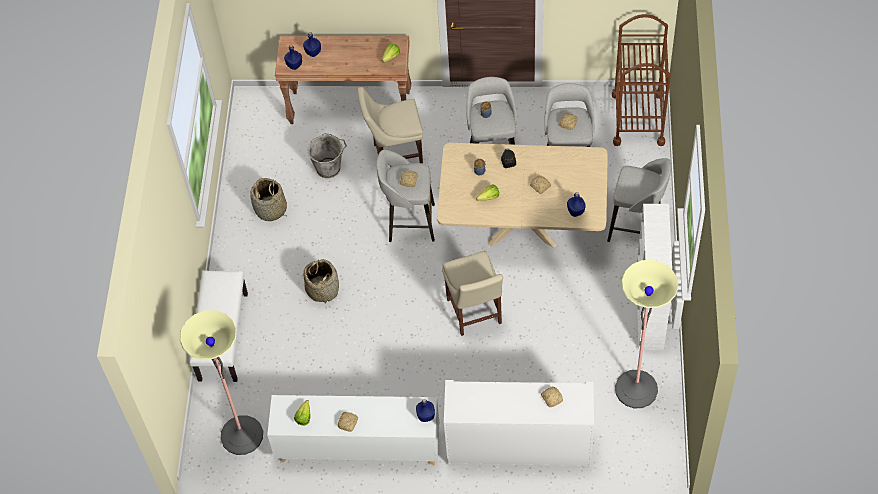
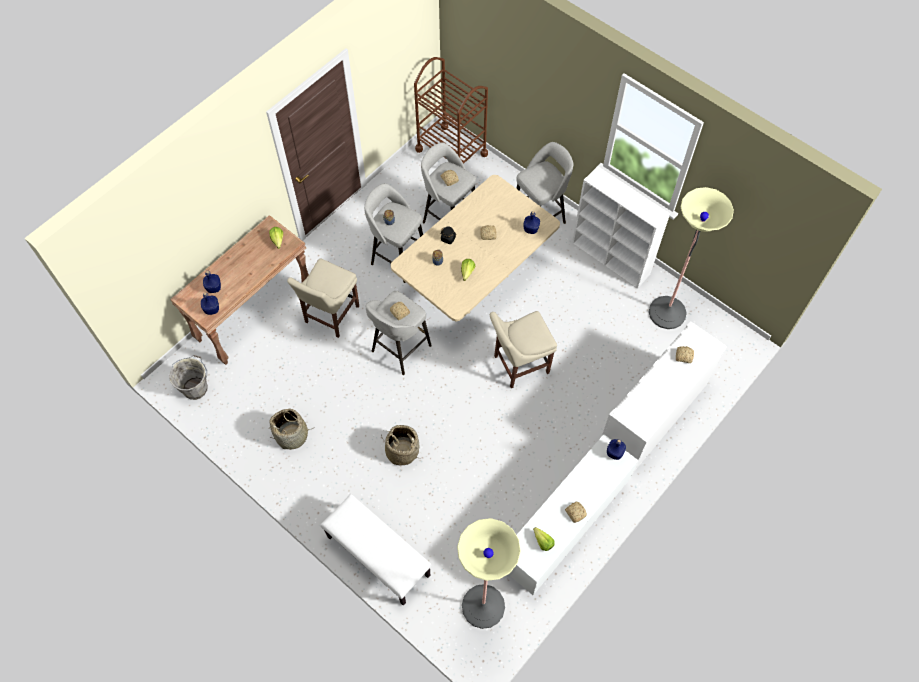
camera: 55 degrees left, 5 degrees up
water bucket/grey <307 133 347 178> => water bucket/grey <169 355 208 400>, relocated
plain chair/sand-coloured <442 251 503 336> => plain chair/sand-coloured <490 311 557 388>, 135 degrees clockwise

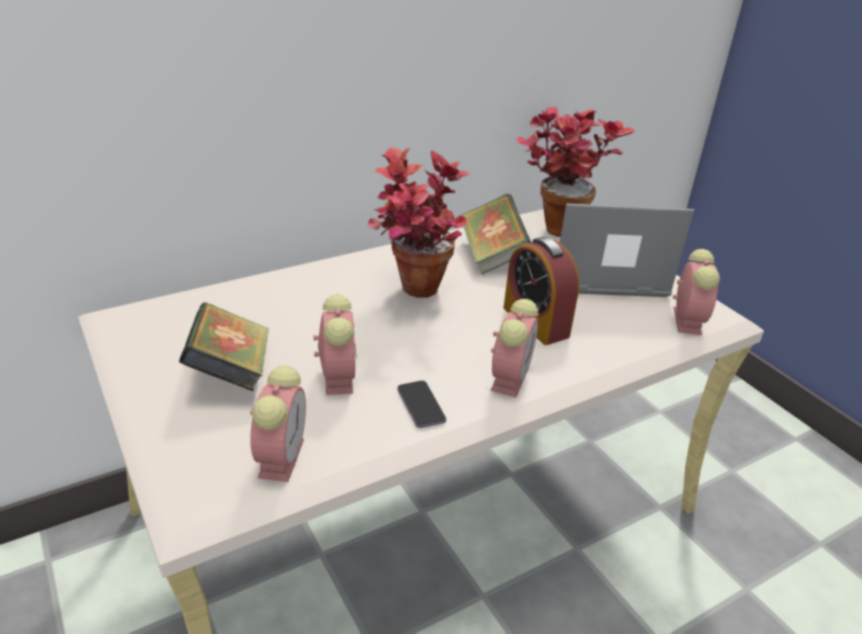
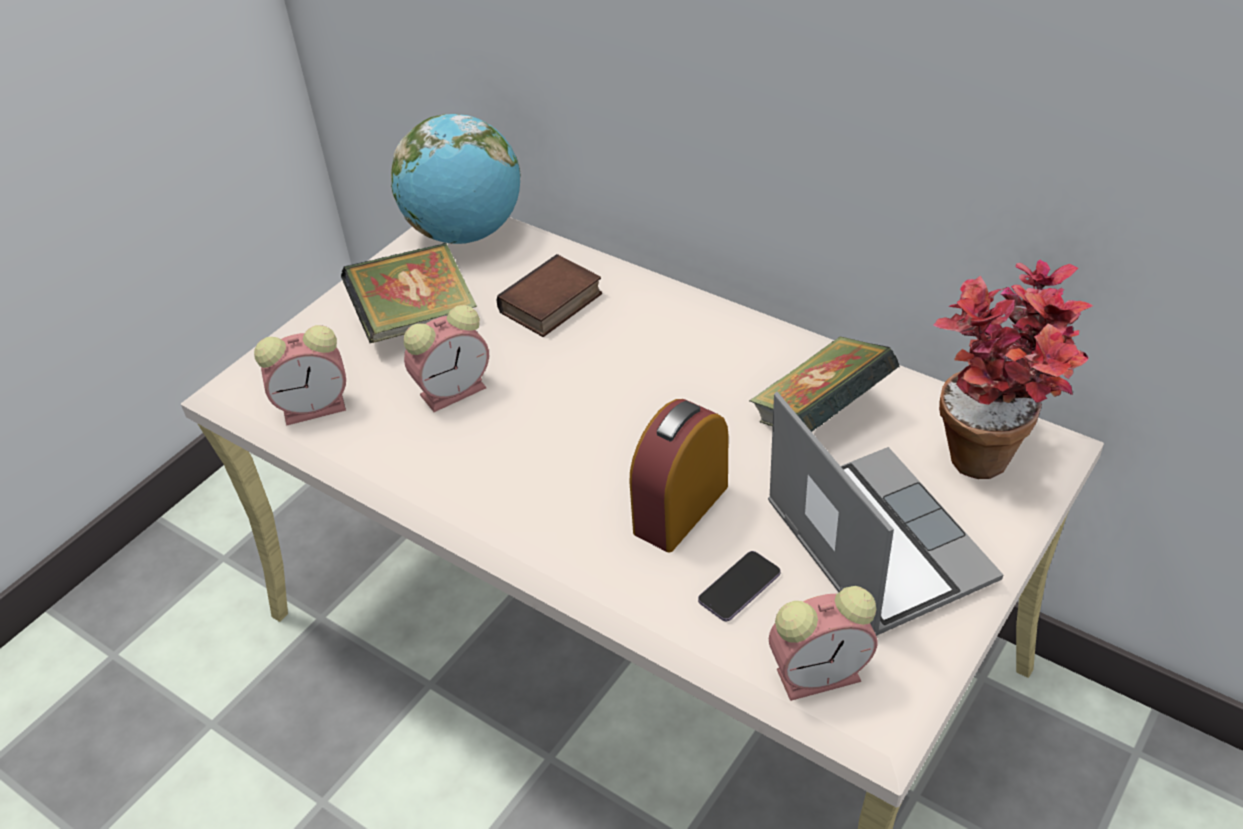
camera: 70 degrees right, 10 degrees up
houseplant <367 148 470 298> => nothing
handset <398 381 446 428> => handset <698 551 781 621>, relocated
table clock <490 299 538 397> => nothing
nothing => globe <391 114 521 244>
nothing => bound book <496 254 602 337>

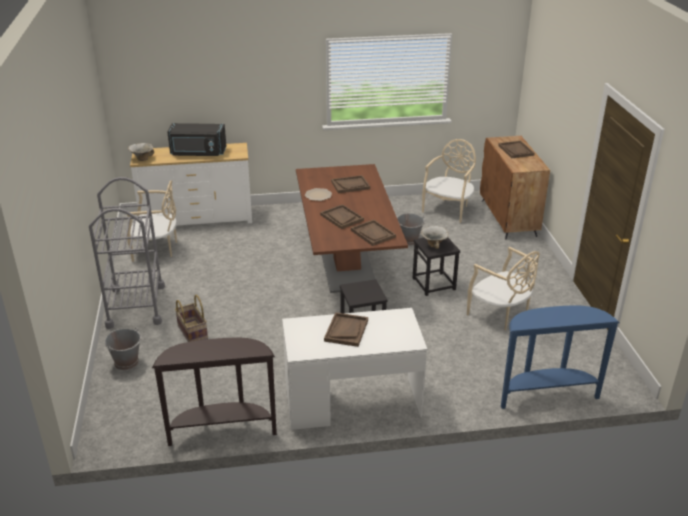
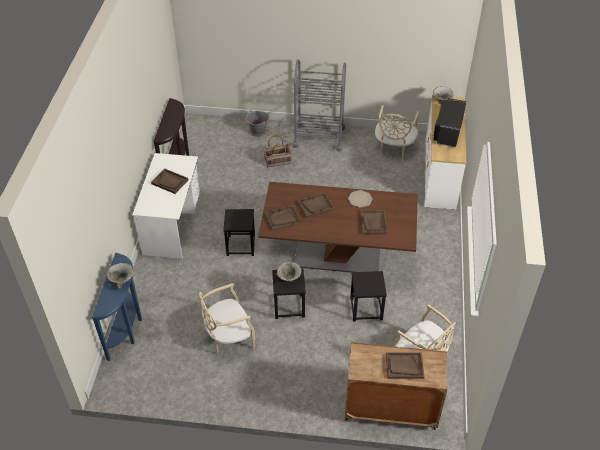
camera: 105 degrees right, 15 degrees up
water bucket/grey <397 213 425 246> => stool seat/black-coloured <350 271 387 322>
nothing => serving bowl <107 263 133 289>

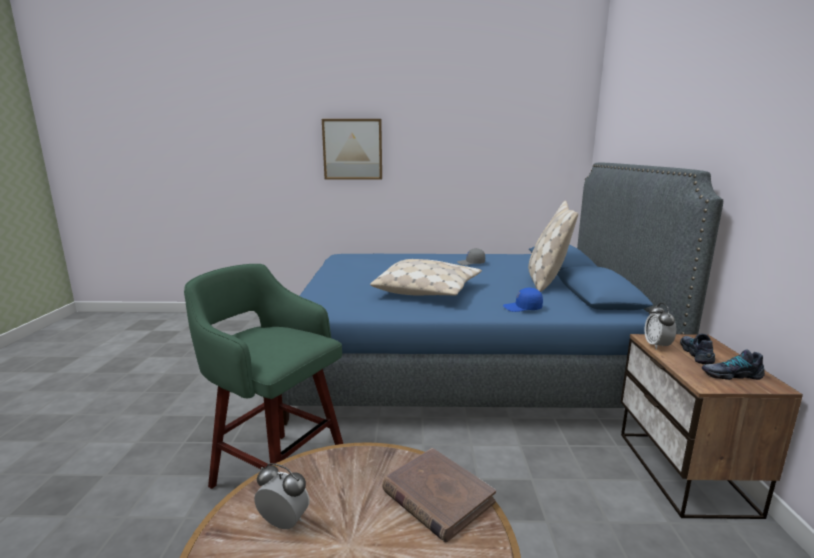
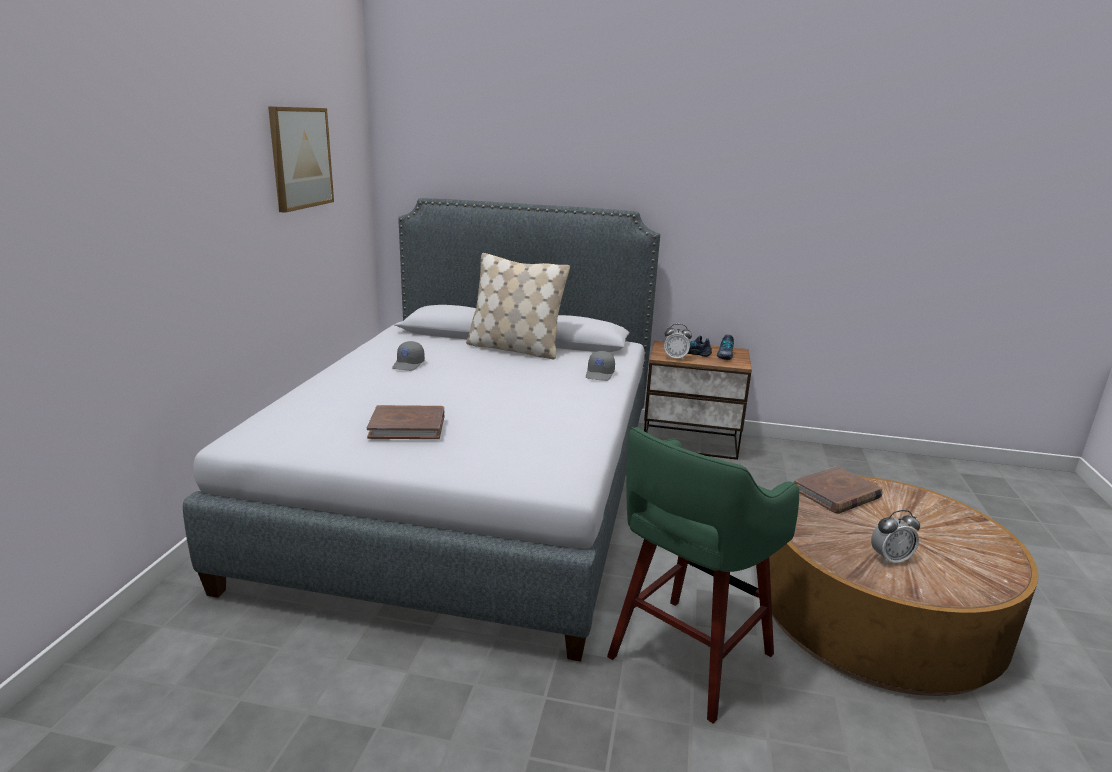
camera: 80 degrees left, 5 degrees up
table clock <254 463 309 529> => table clock <871 510 920 565>, 135 degrees counterclockwise
bedroom bed/bluish <282 163 723 425> => bedroom bed/grey <183 198 660 662>
wall art <322 119 382 180> => wall art <268 106 334 213>, relocated
pillow/sand-coloured <370 259 482 296> => nothing
baseball cap/bluish <503 288 543 312> => baseball cap/grey <586 351 615 381>
nothing => bound book/brown <367 405 444 439>

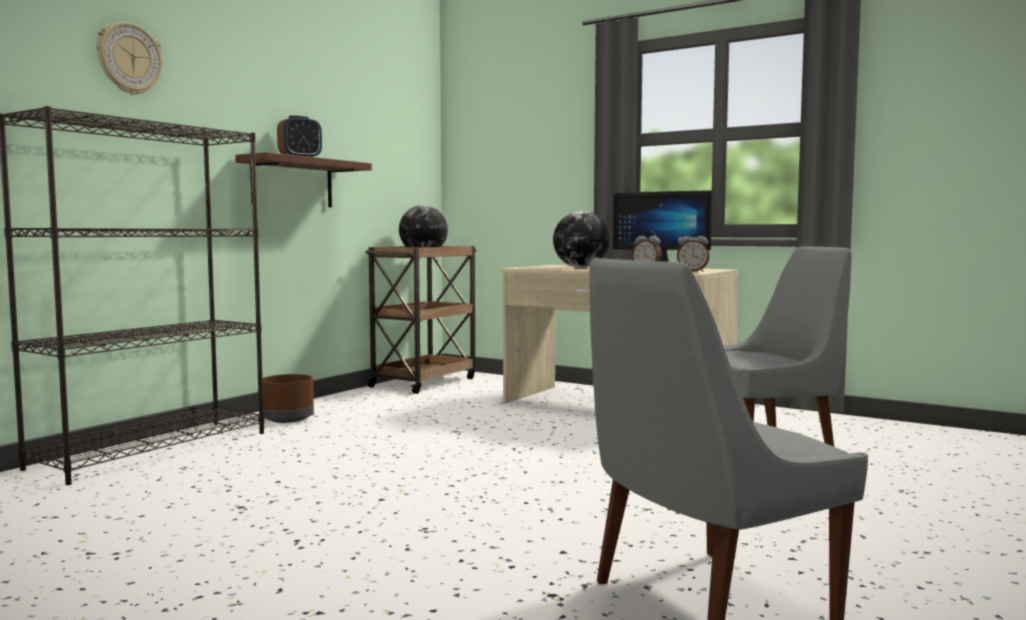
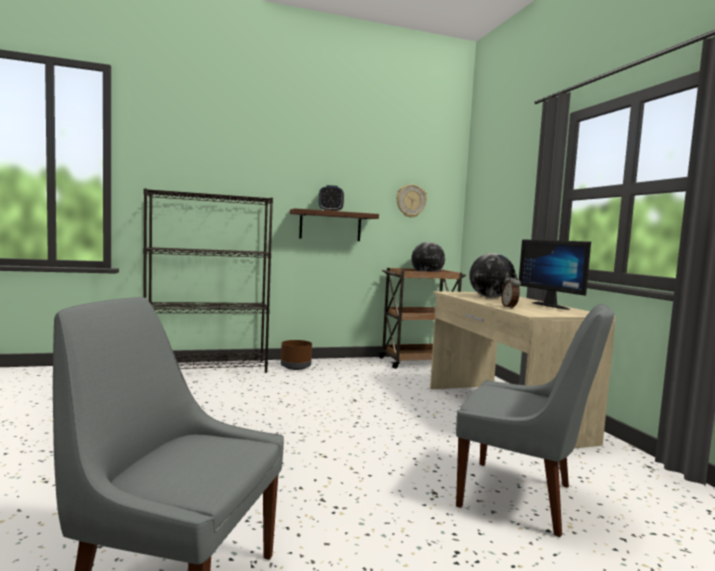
camera: 40 degrees right, 0 degrees up
wall clock <96 22 163 95> => wall clock <396 184 427 218>, relocated
table clock <677 230 710 272> => nothing

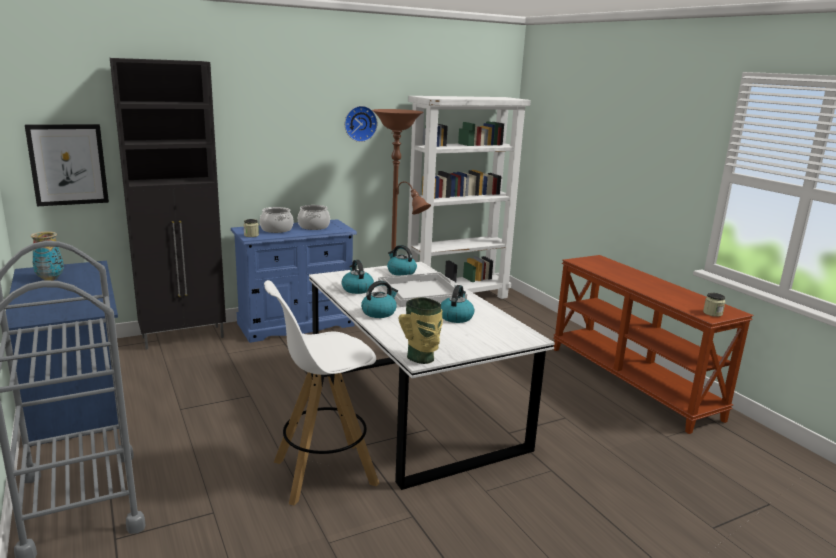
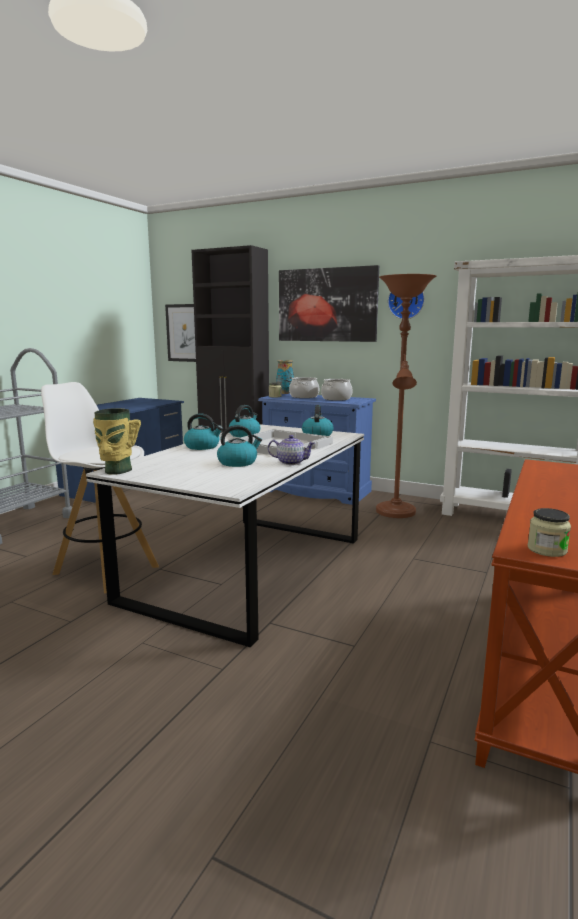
camera: 55 degrees right, 5 degrees down
vase <31 231 64 281> => vase <276 360 294 394>, relocated
nothing => teapot <268 435 315 465>
nothing => wall art <279 265 379 342>

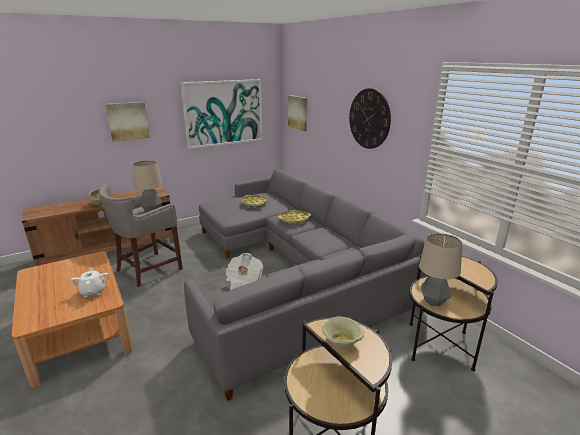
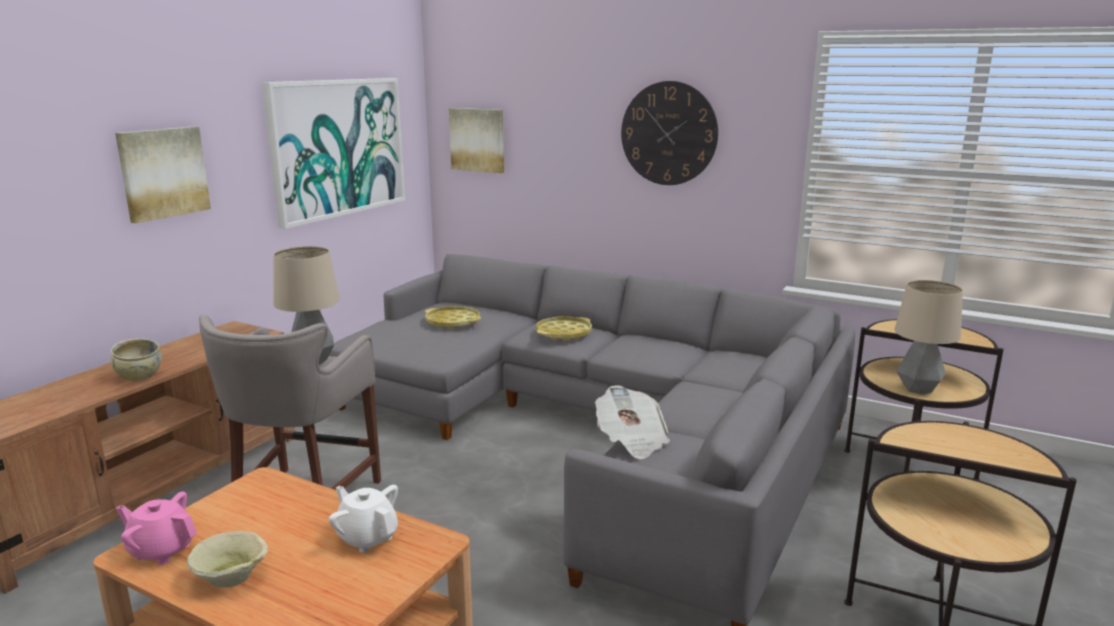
camera: 30 degrees left, 5 degrees down
serving bowl/sand-coloured <322 316 364 349> => serving bowl/sand-coloured <187 531 268 587>, relocated
nothing => teapot/pinkish <116 492 197 564>

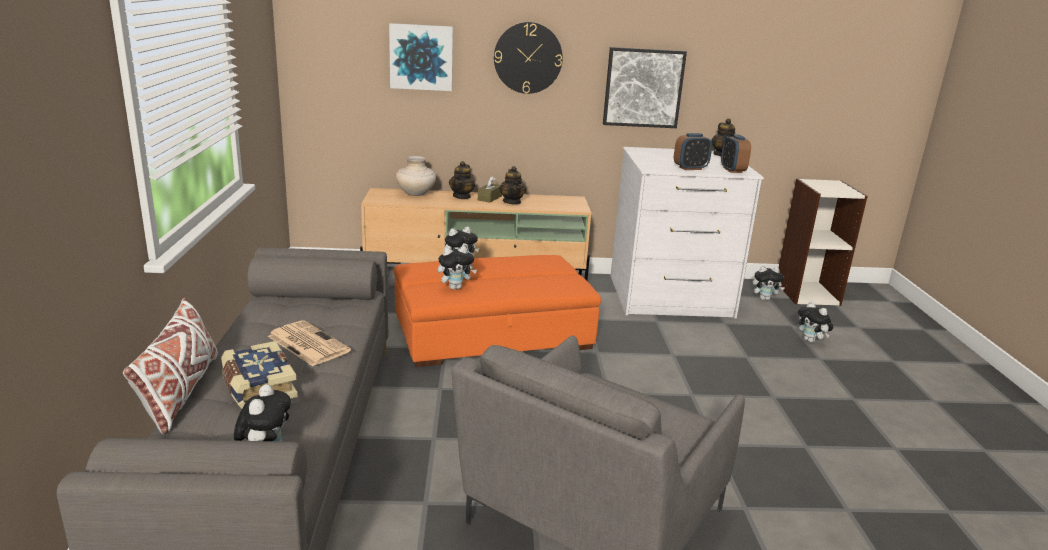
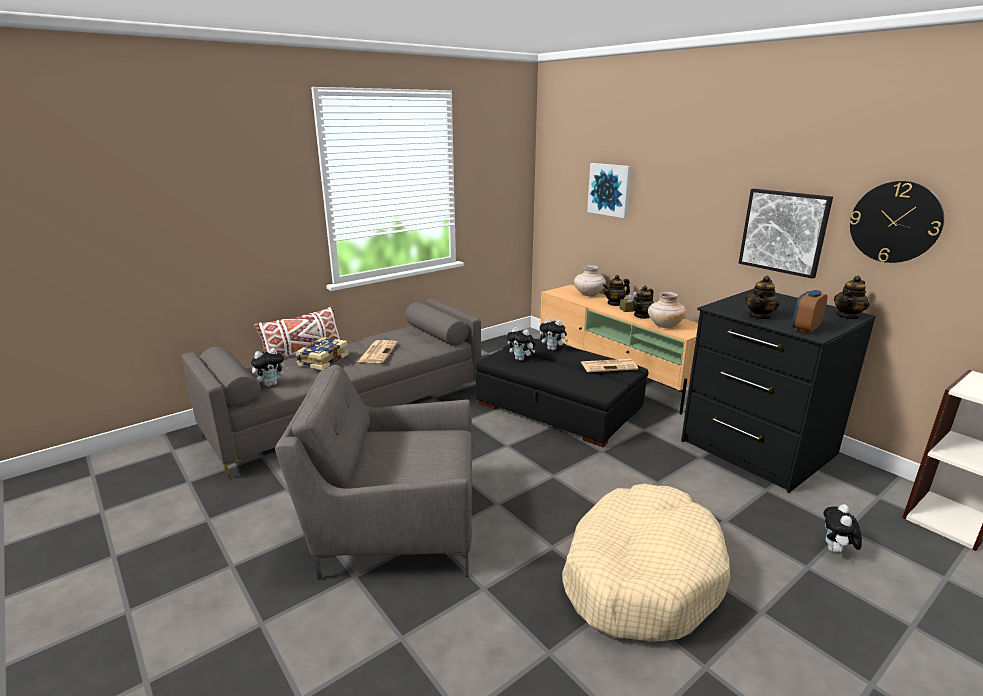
camera: 55 degrees right, 0 degrees up
ottoman/orangey <394 255 601 367> => ottoman/black-coloured <475 338 648 447>
wall clock <494 22 563 94> => wall clock <850 181 944 263>, relocated
dresser/white <610 147 764 319> => dresser/black-coloured <681 289 876 493>
table clock <674 133 712 170> => teapot <745 276 780 320>
plush toy <753 266 785 300> => nothing
nothing => dog bed/sand-coloured <562 483 730 642>
nothing => printed paper <581 359 638 372>
nothing => vase/sand-coloured <648 292 686 328>

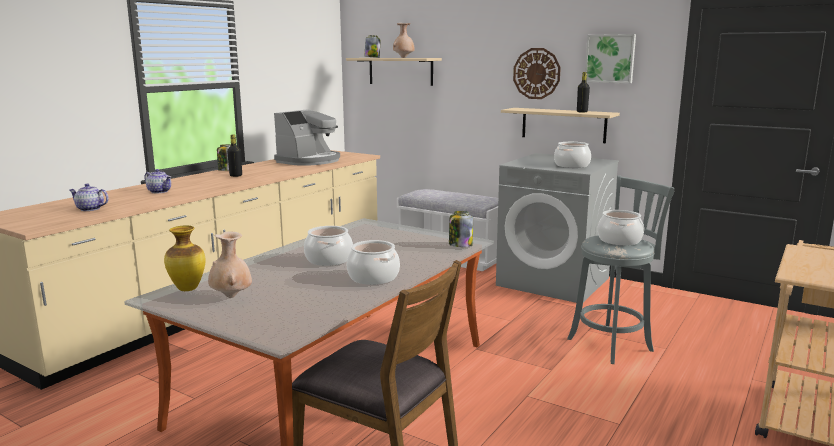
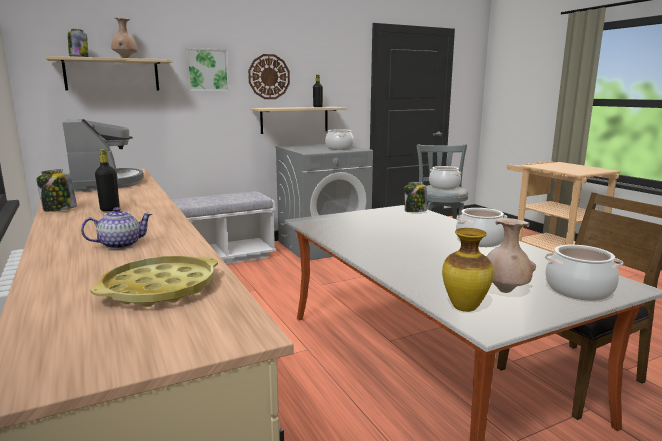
camera: 60 degrees left, 0 degrees up
teapot <70 184 109 211> => tray/yellowish <90 256 218 307>
cooking pot <304 226 353 266> => cooking pot <545 245 623 301>, relocated
wall art <585 34 636 83> => wall art <185 48 229 91>, relocated

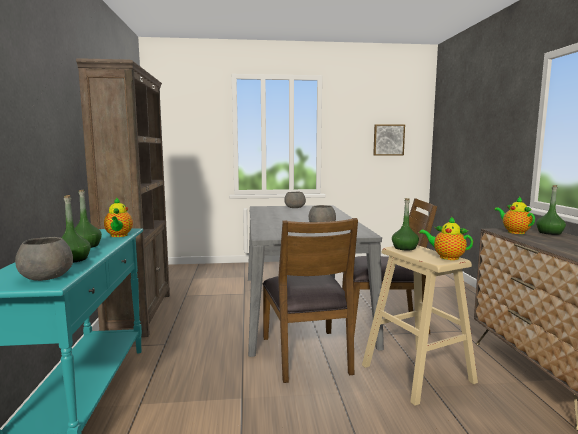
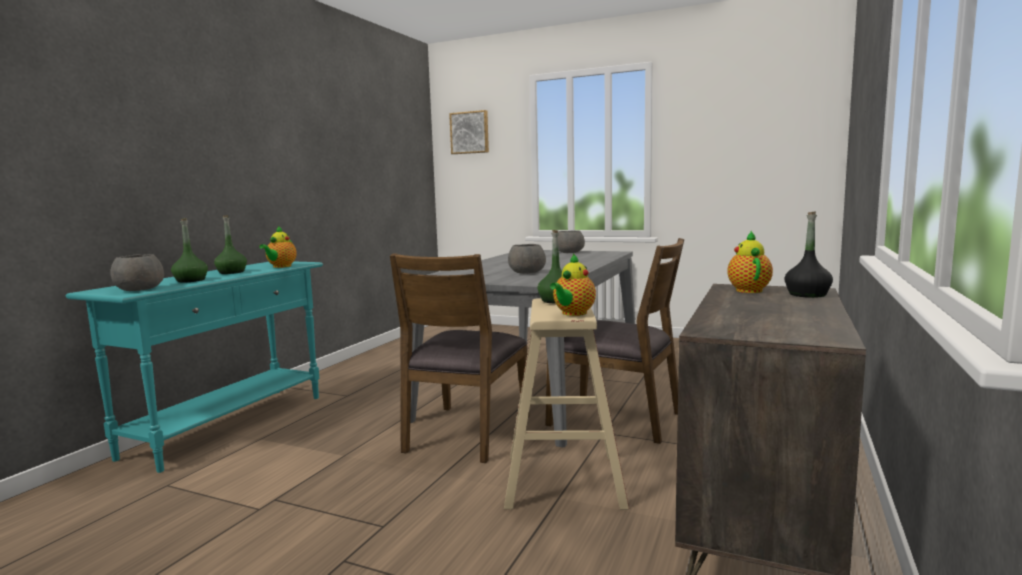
camera: 30 degrees right, 0 degrees up
bookshelf/brown <76 58 170 337> => nothing
wall art <373 124 405 155> => wall art <449 110 489 154>, relocated
teapot <419 216 473 260> => teapot <550 253 596 316>, 120 degrees counterclockwise
beverage bottle/green <536 185 566 235> => beverage bottle/black-coloured <784 211 833 298>

